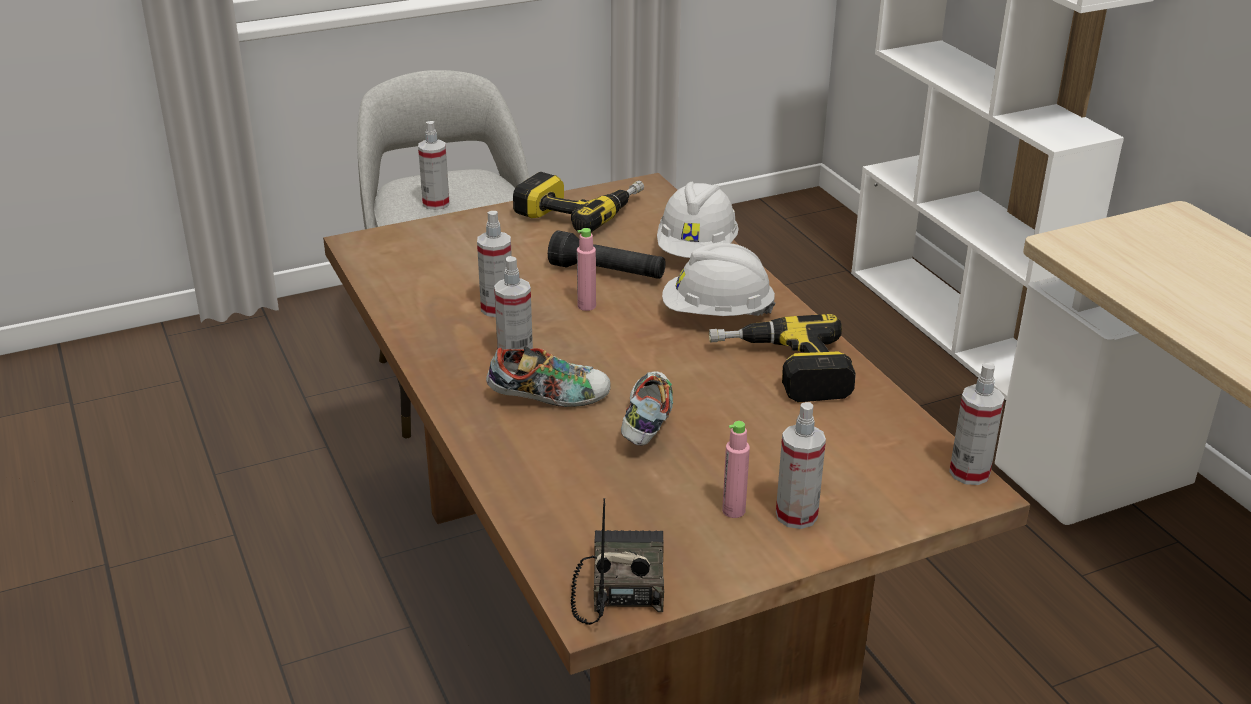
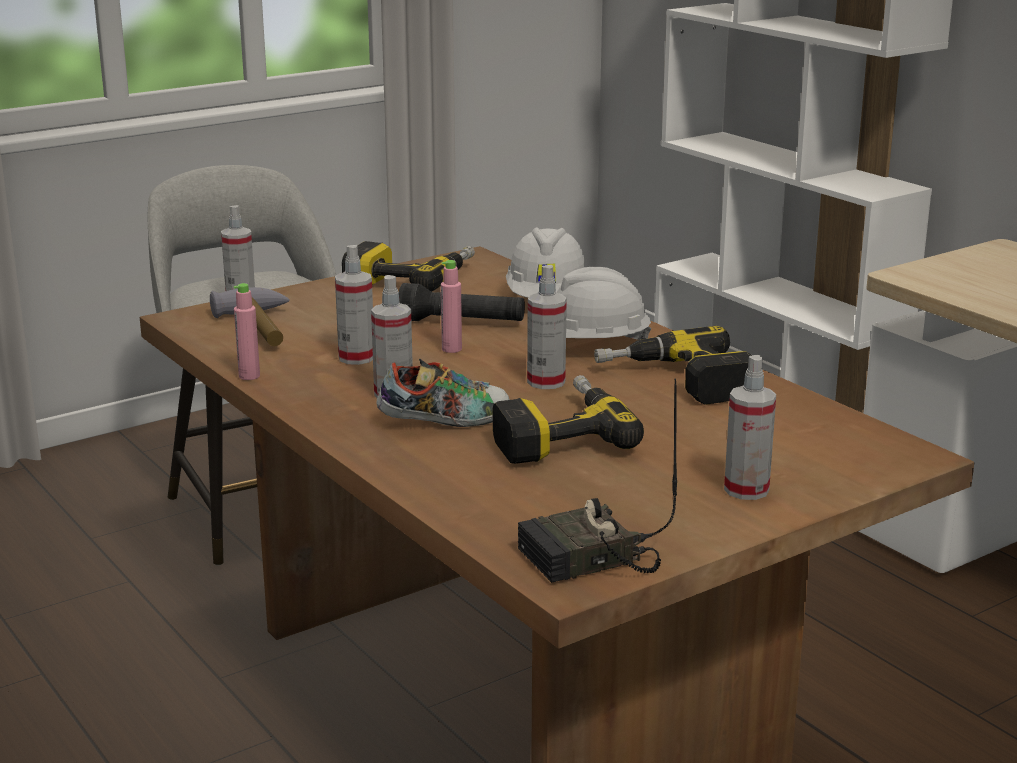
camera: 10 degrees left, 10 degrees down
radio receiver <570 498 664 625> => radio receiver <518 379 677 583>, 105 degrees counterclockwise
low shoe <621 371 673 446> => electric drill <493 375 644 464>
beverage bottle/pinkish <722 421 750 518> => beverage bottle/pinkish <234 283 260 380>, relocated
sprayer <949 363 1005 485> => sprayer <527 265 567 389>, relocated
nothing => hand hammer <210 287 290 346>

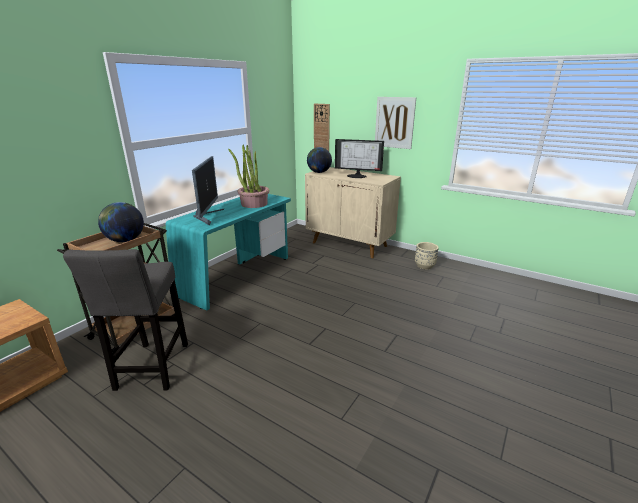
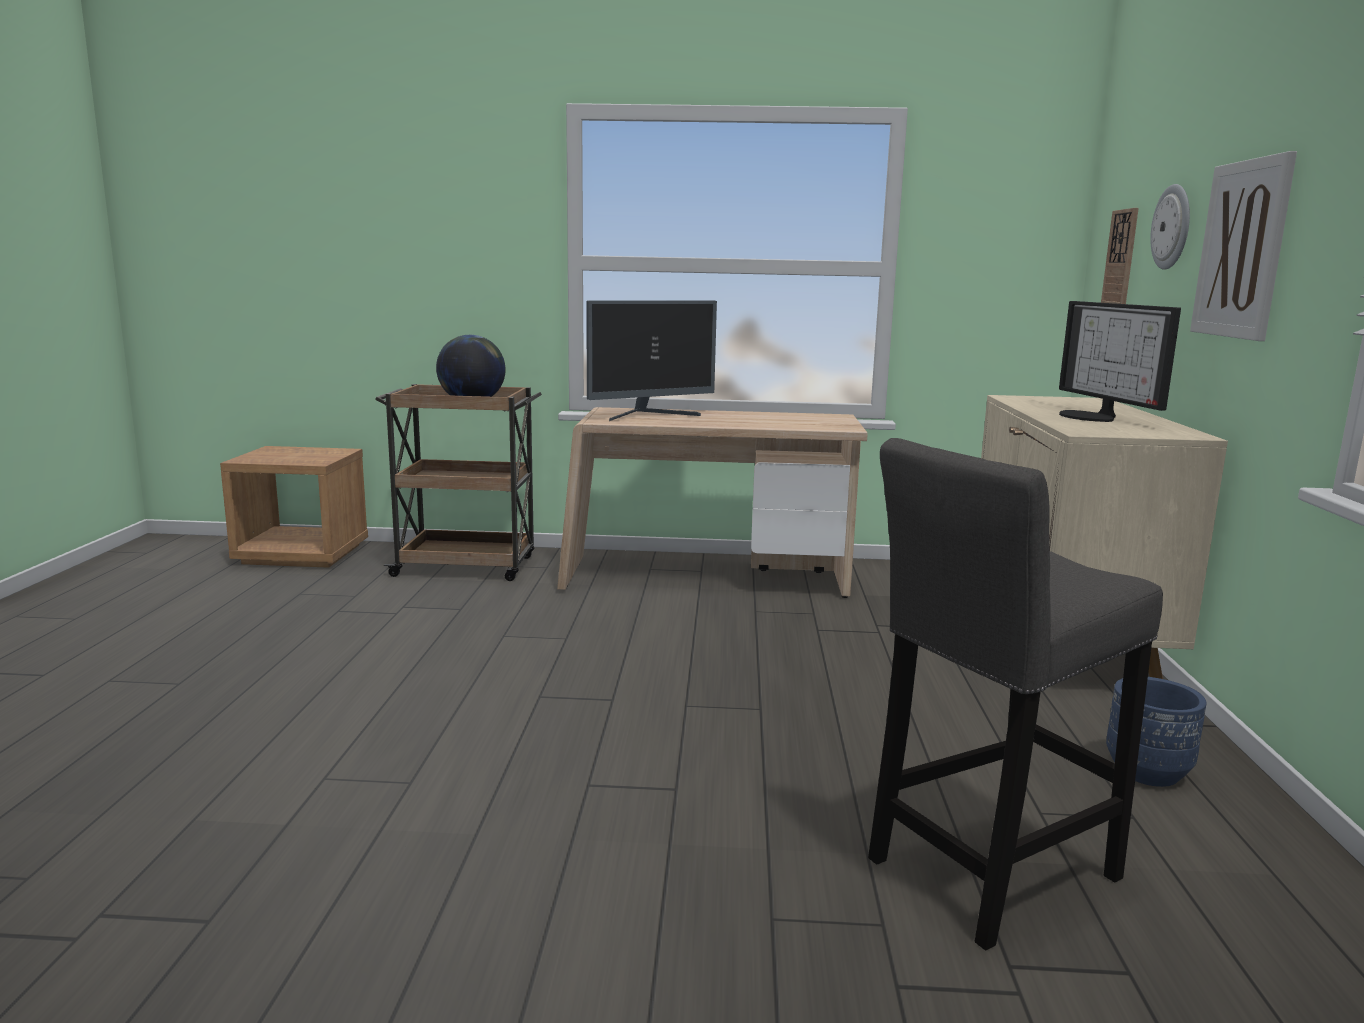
camera: 60 degrees right, 10 degrees down
stool seat/grey <63 249 188 391> => stool seat/grey <868 438 1163 950>, relocated
desk unit/blue-green <166 194 291 311> => desk unit/sand-coloured <557 407 868 598>
houseplant <228 145 269 208> => nothing
globe <307 147 332 173> => nothing
planter/sand-coloured <415 242 439 269> => planter/bluish <1106 677 1206 787>
nothing => wall clock <1150 184 1190 270>

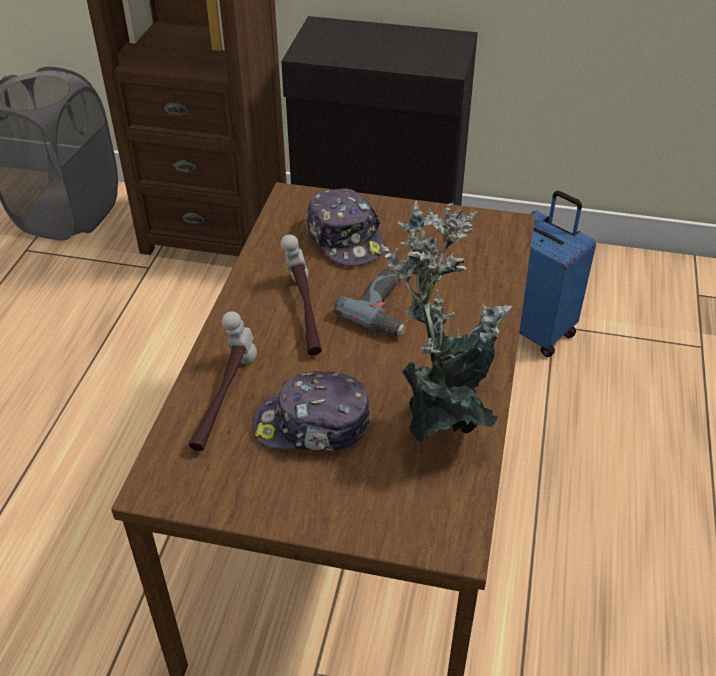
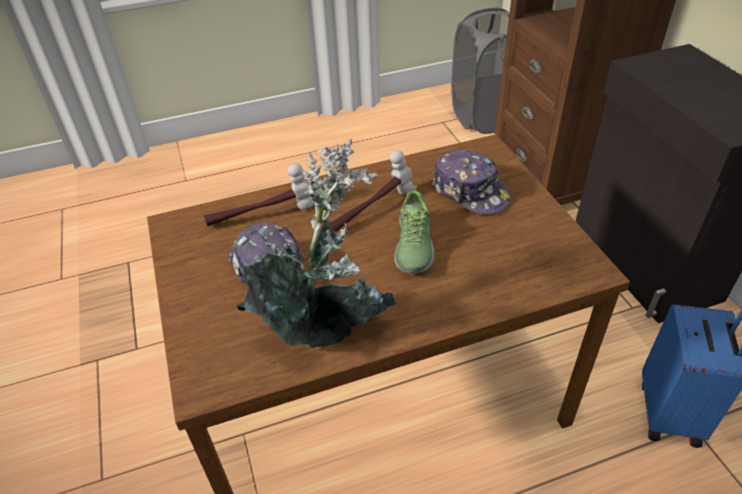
camera: 60 degrees right, 0 degrees up
baseball cap <305 188 385 266> => baseball cap <430 149 511 215>, 75 degrees counterclockwise
electric drill <334 268 405 337> => low shoe <394 186 434 274>

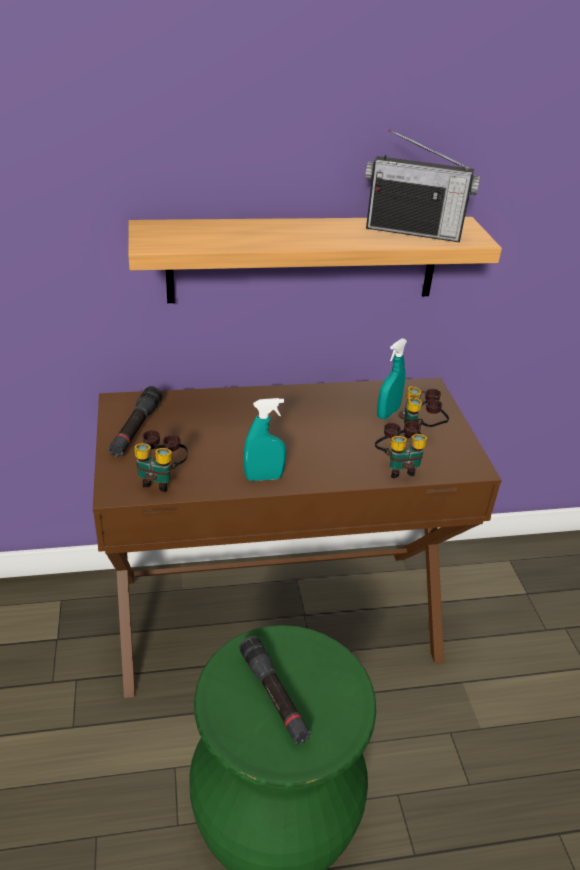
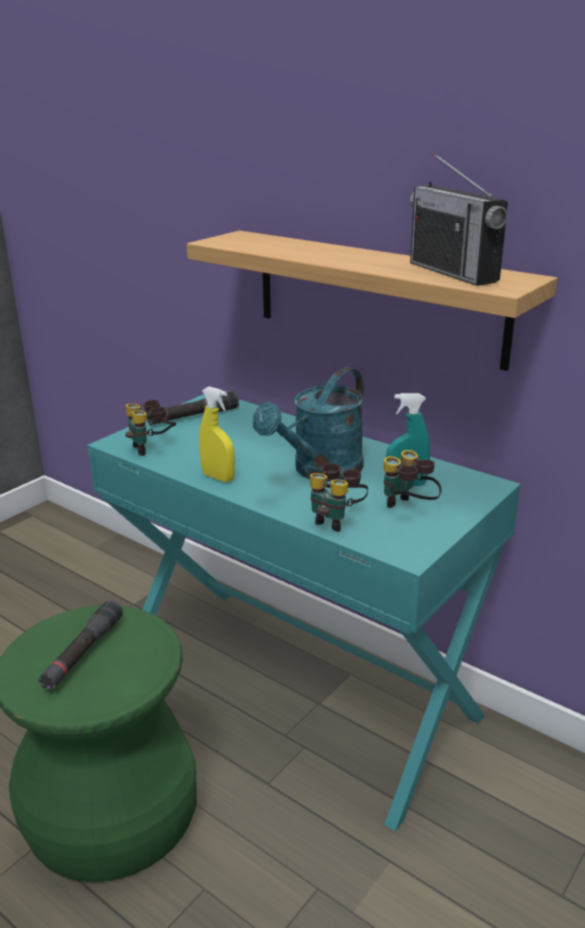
camera: 50 degrees right, 10 degrees down
desk unit/brown <93 378 502 698> => desk unit/blue-green <87 394 521 831>
sprayer/blue-green <243 398 286 481> => sprayer/yellowish <199 387 235 482>
nothing => sprinkling can/blue-green <253 367 364 482>

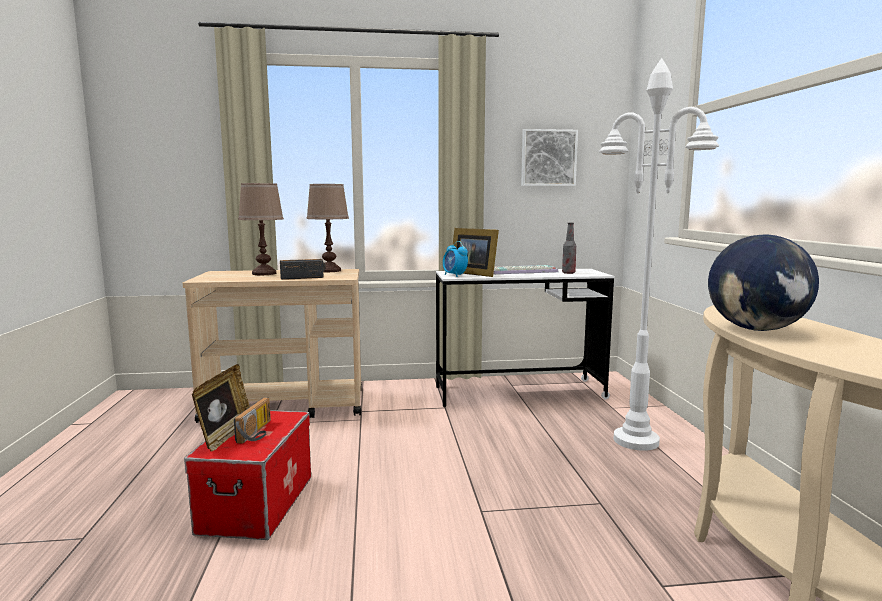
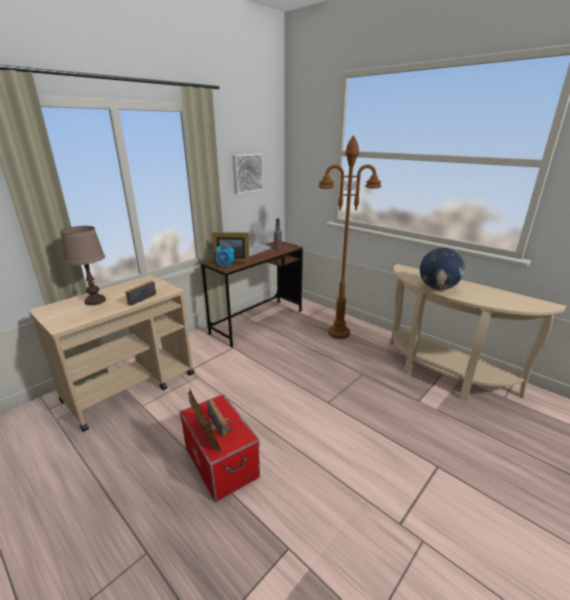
camera: 40 degrees left, 15 degrees up
tabletop lamp/brown <307 184 349 272> => nothing
desk unit/white <436 269 614 407> => desk unit/brown <201 241 303 348>
standing lamp/white <599 58 719 451> => standing lamp/brown <318 135 382 339>

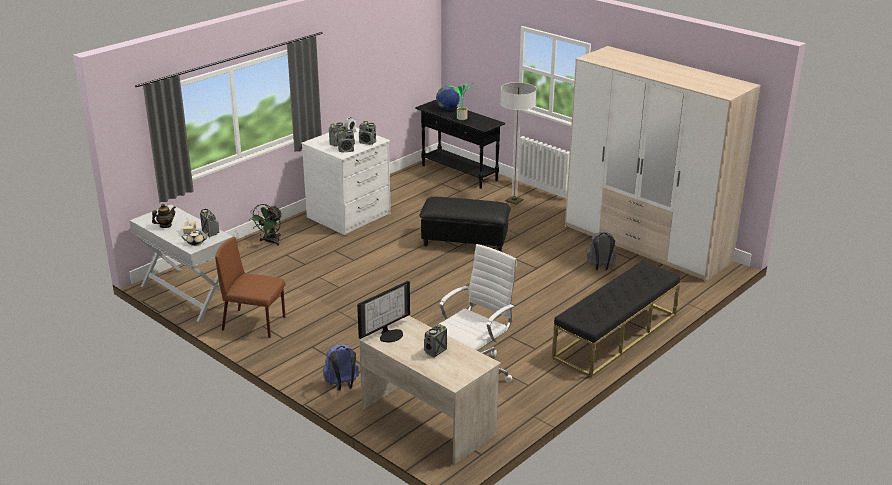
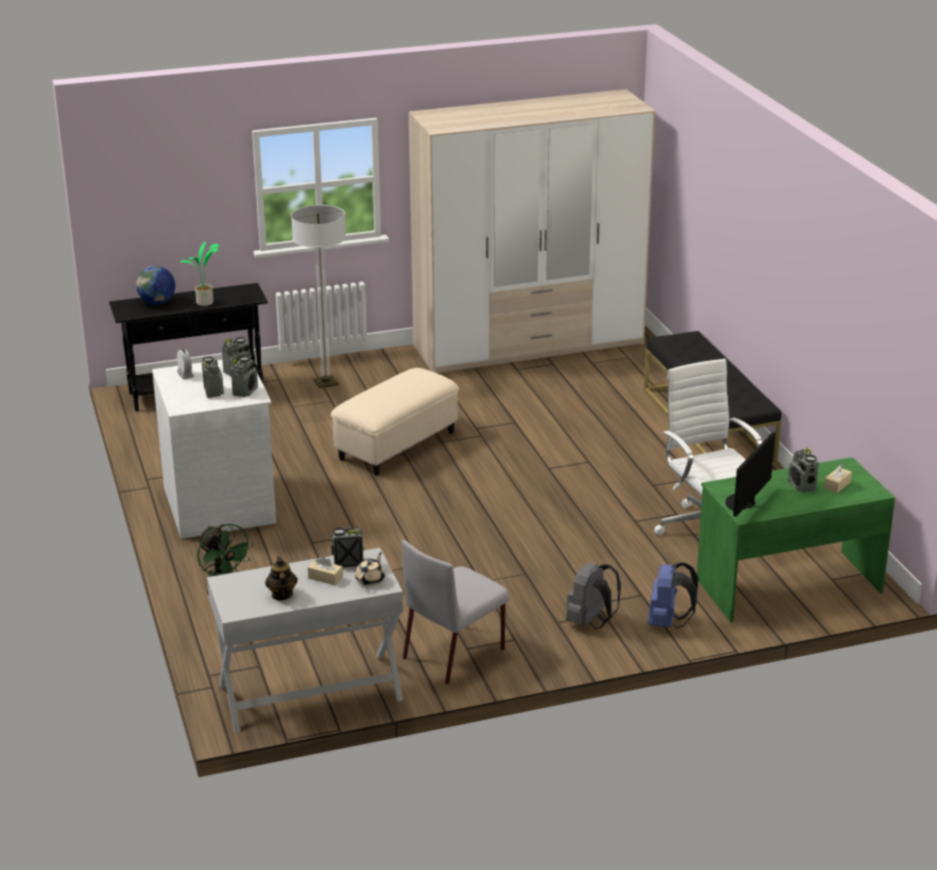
camera: 60 degrees left, 0 degrees up
plain chair/brown <215 237 286 338> => plain chair/grey <402 540 510 685>
computer screen <357 281 410 342> => computer screen <726 432 775 517>, 135 degrees counterclockwise
desk unit/sand-coloured <359 316 501 465> => desk unit/green <697 457 895 622>
ottoman/black-coloured <419 197 511 251> => ottoman/sand-coloured <331 368 459 476>
backpack/grey <587 232 616 271> => backpack/grey <566 563 621 629>, relocated
nothing => tissue holder/sand-coloured <824 464 852 493>

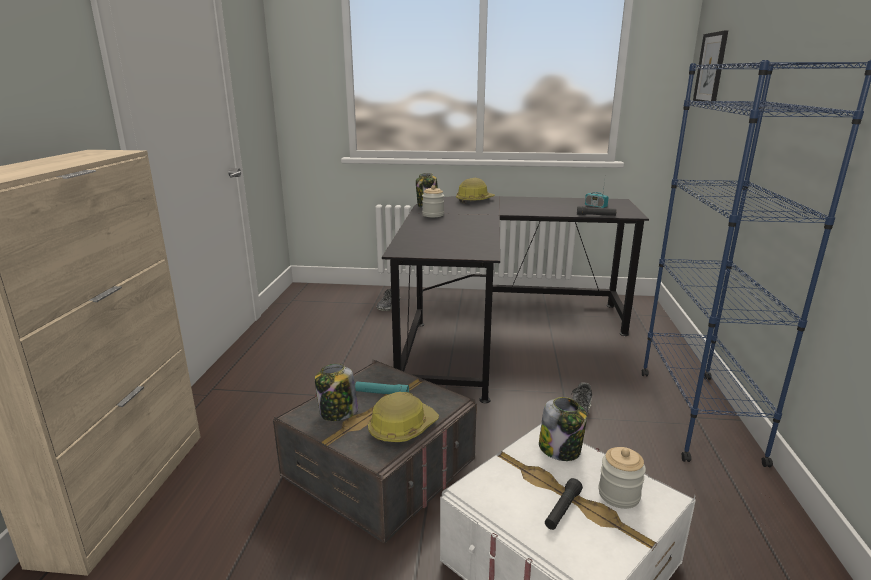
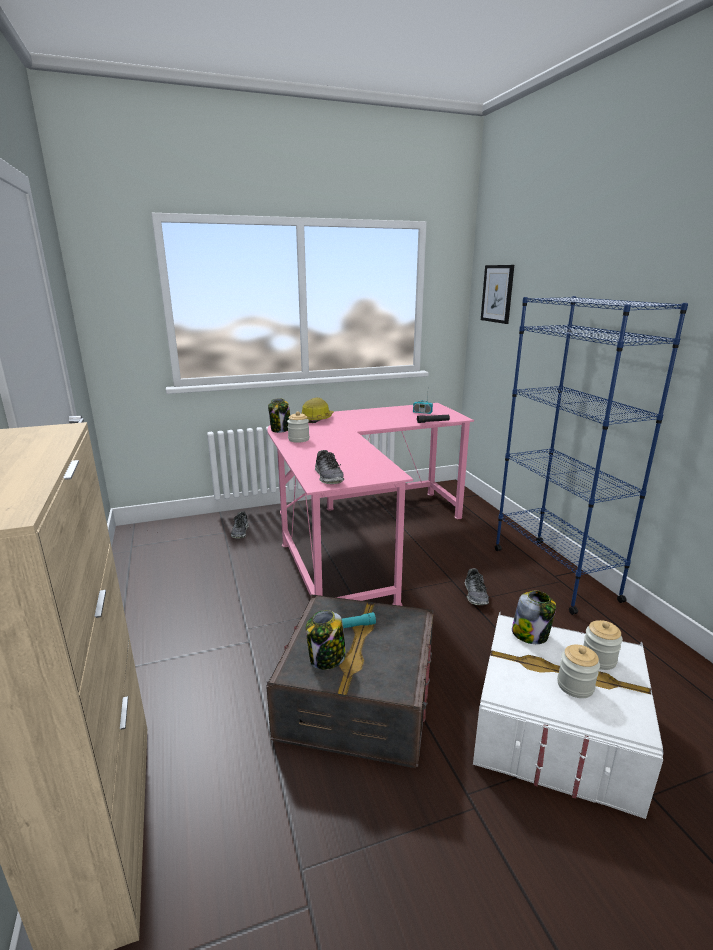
camera: 25 degrees left, 0 degrees up
safety helmet <368 392 439 444> => nothing
desk unit/black-coloured <382 196 649 403> => desk unit/pinkish <267 403 474 606>
hand torch/black-coloured <545 478 583 530> => preserve jar <557 645 600 698>
nothing => low shoe <315 450 344 484>

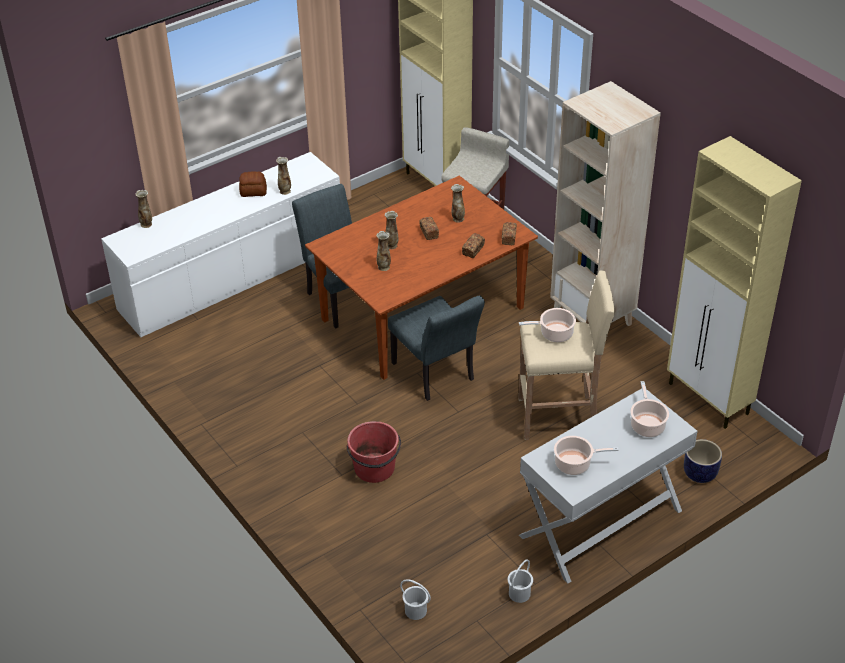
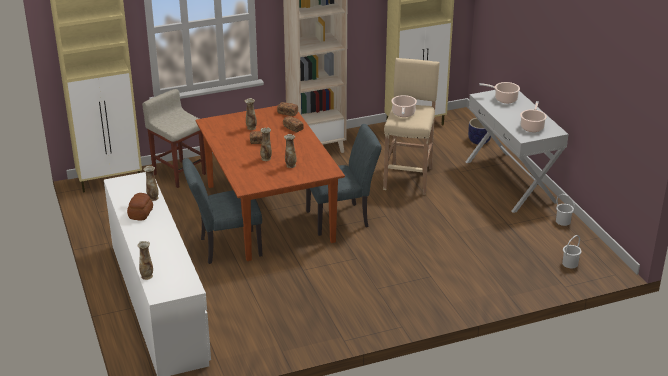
camera: 75 degrees left, 10 degrees down
water bucket/red-coloured <347 421 401 483> => nothing

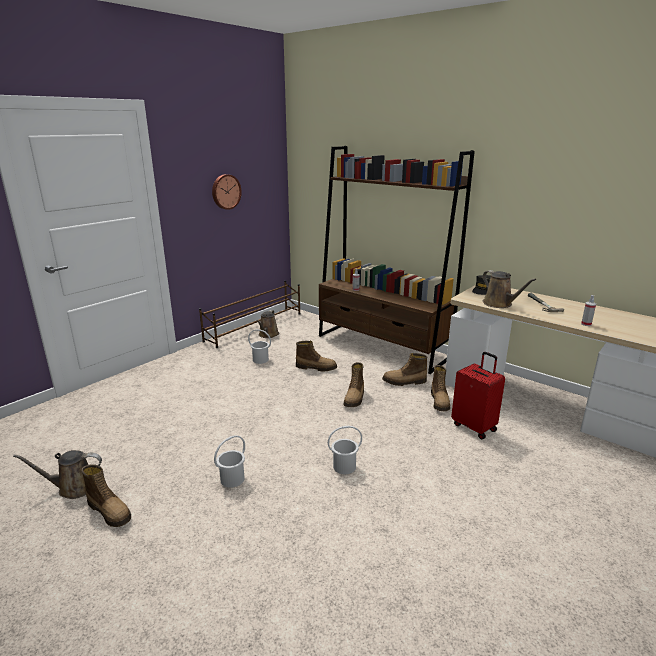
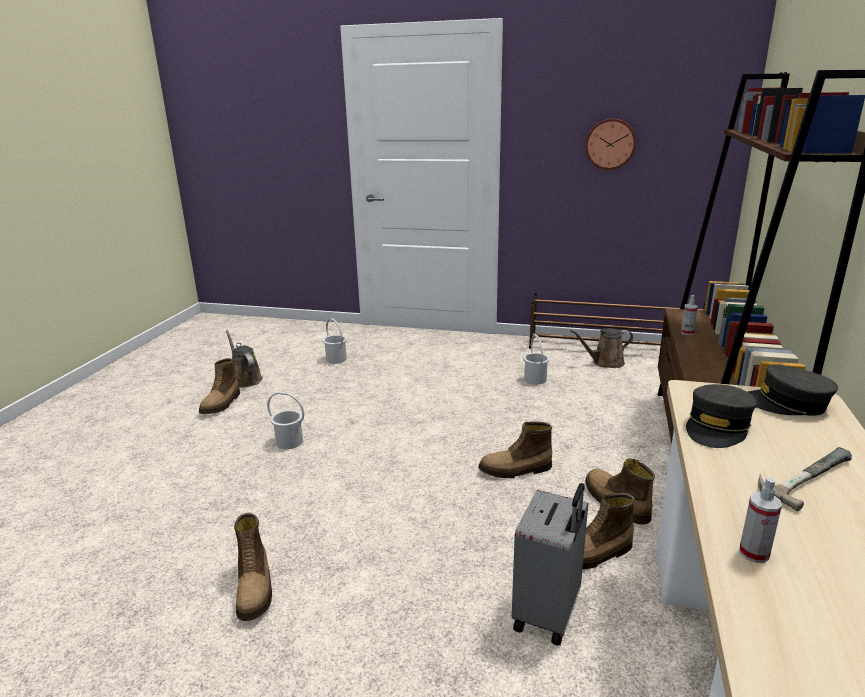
camera: 65 degrees right, 0 degrees up
boot <296 341 337 371> => boot <234 513 272 621>, relocated
water bucket/white <328 426 362 474> => water bucket/white <323 319 347 364>, relocated
travel case/red-coloured <451 352 505 439> => travel case/grey <512 483 588 646>
sprinkling can/brown <483 270 536 308> => baseball cap/grey <686 384 757 448>

